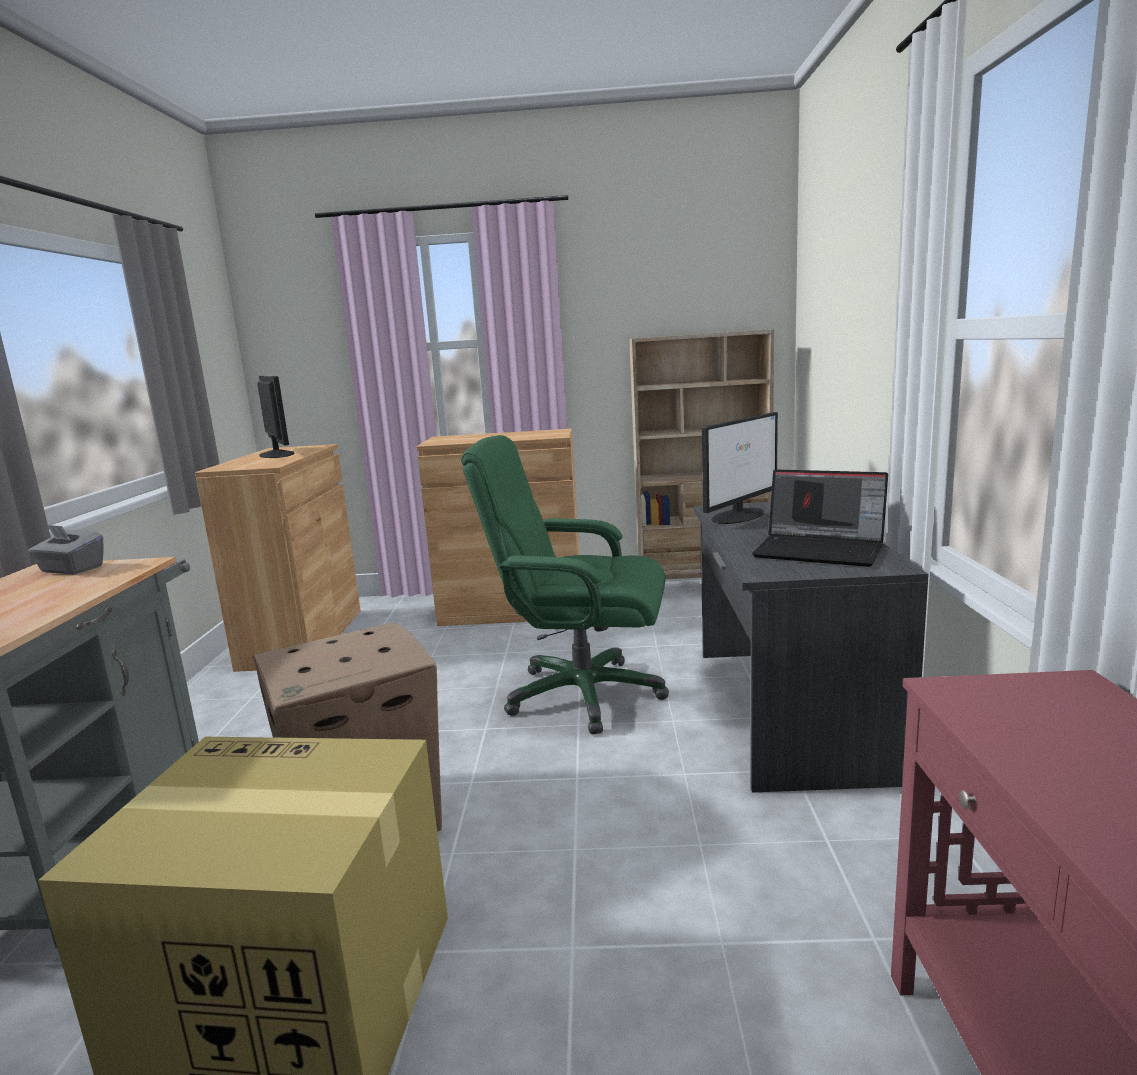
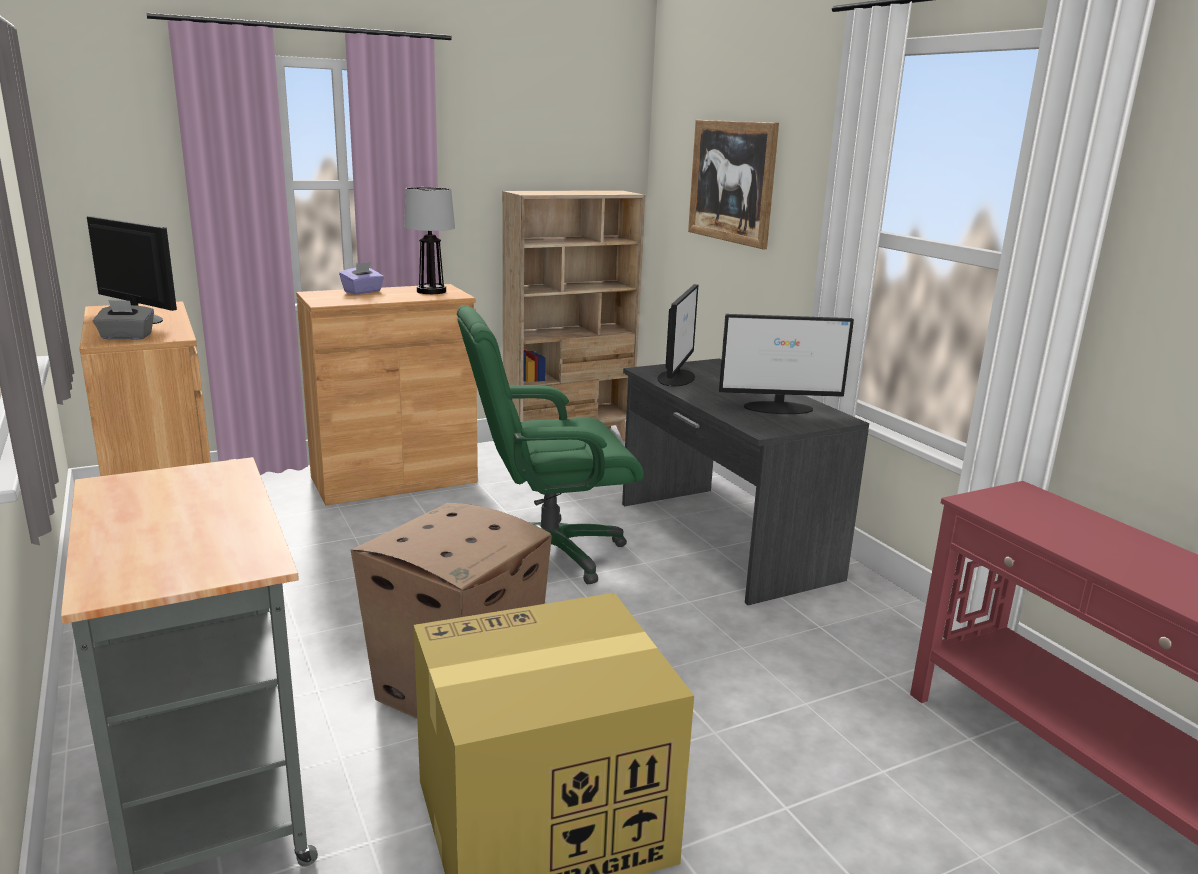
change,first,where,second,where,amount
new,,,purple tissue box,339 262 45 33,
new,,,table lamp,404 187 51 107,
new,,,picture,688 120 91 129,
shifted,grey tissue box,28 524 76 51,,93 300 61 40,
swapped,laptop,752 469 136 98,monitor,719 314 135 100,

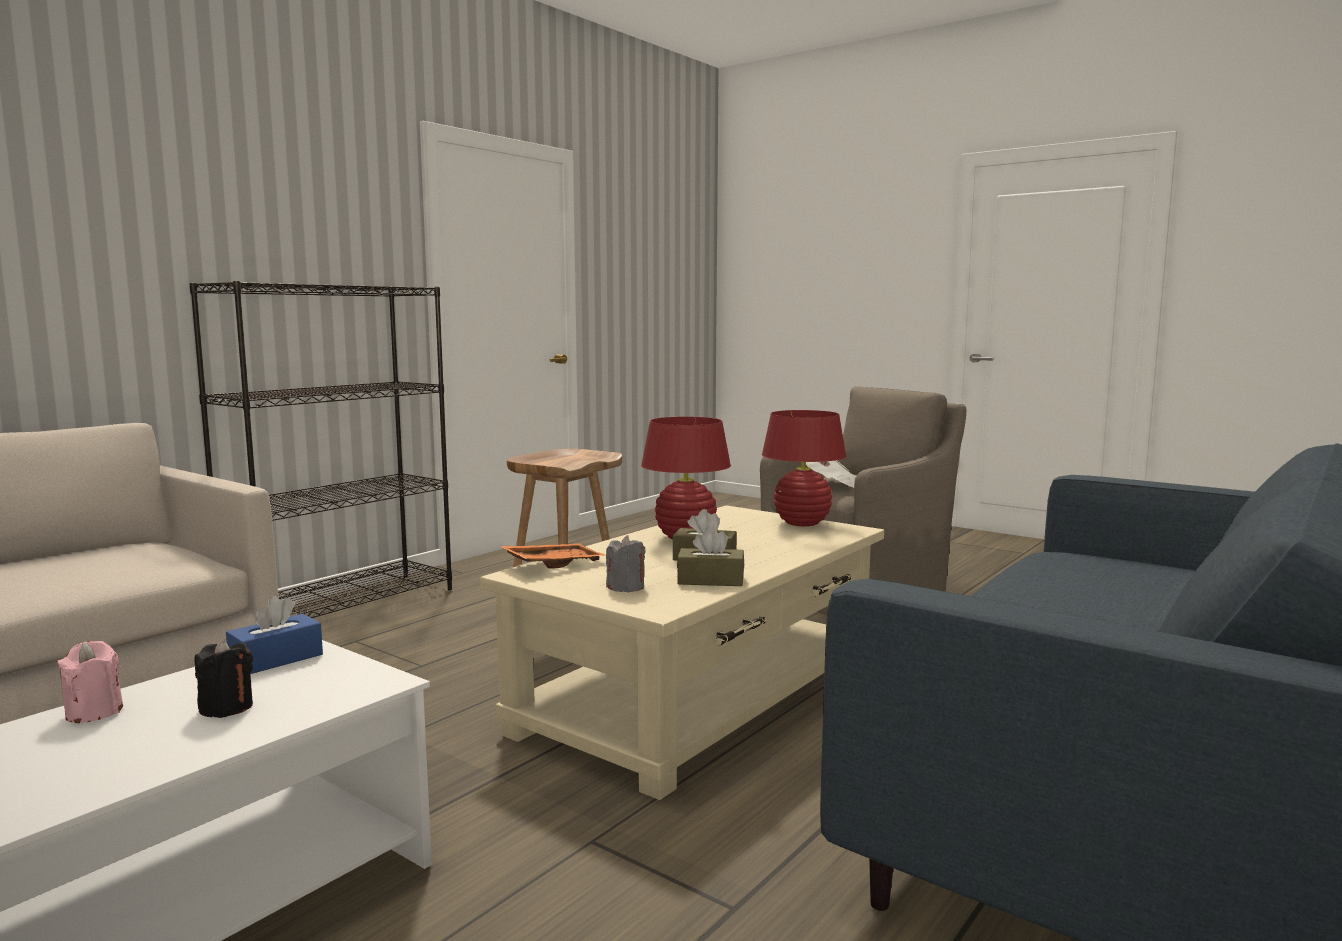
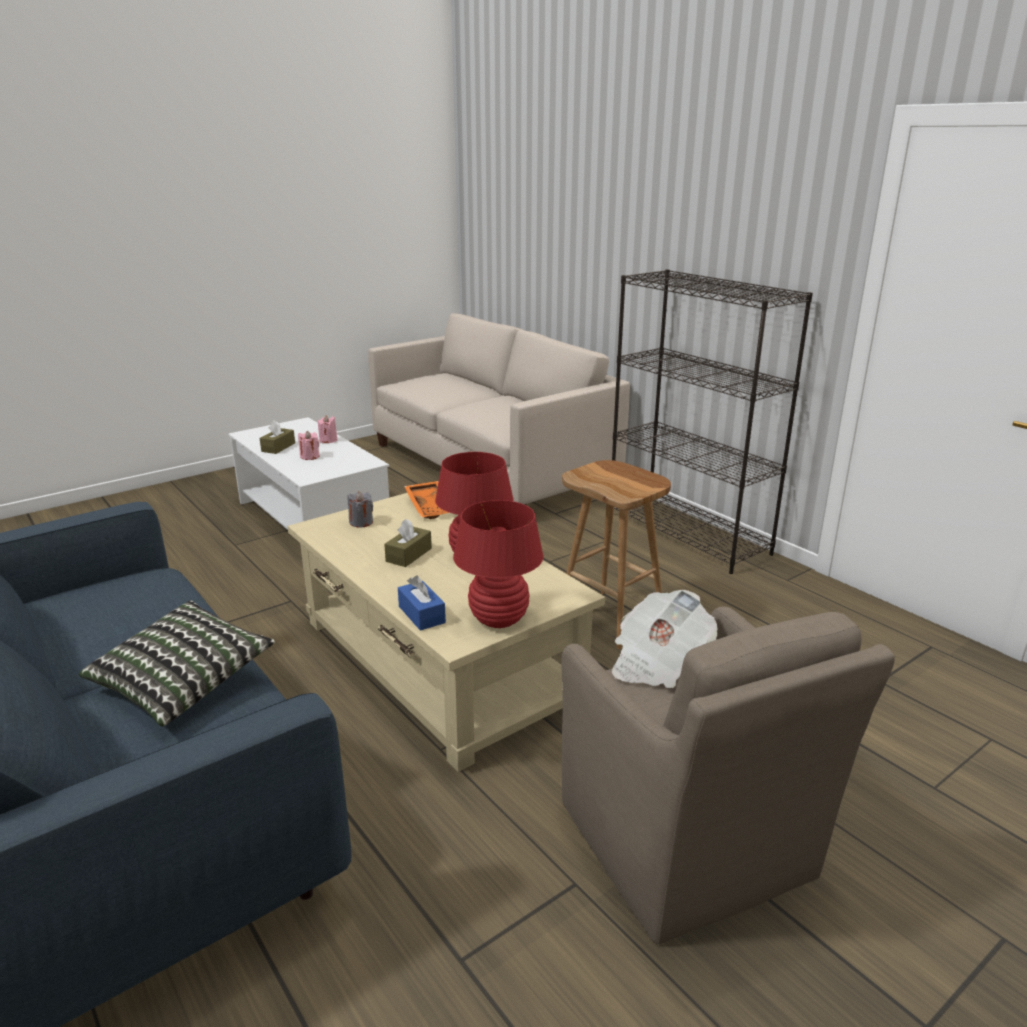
change,first,where,second,where,amount
new,,,pillow,79 600 196 126,
shifted,blue tissue box,226 596 97 78,,398 575 48 56,
shifted,brown tissue box,677 527 67 59,,260 420 35 34,
repainted,black candle,195 638 58 80,pink candle,298 431 21 29,

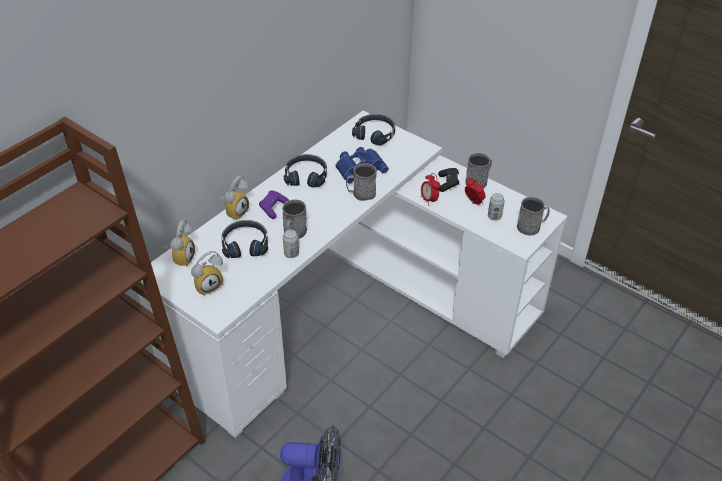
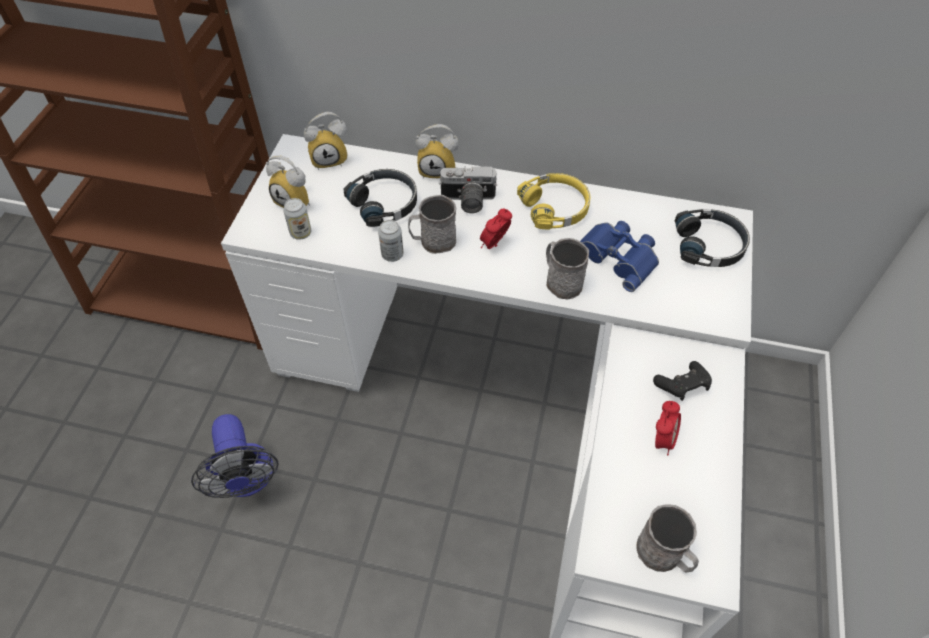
change,first,where,second,where,amount
gone,grey mug,465 153 27 35,,,
shifted,alarm clock,421 173 20 33,,480 209 32 40,
shifted,can,488 193 17 27,,283 198 28 42,
swapped,purple game controller,259 190 30 29,photo camera,439 166 58 48,
repainted,black headphones,284 154 43 33,yellow headphones,517 173 74 57,

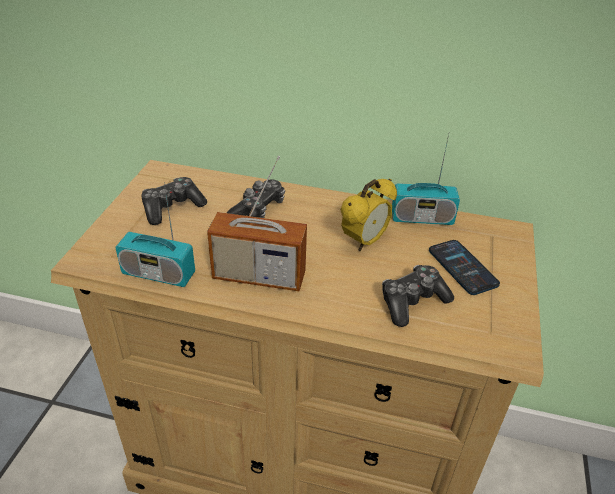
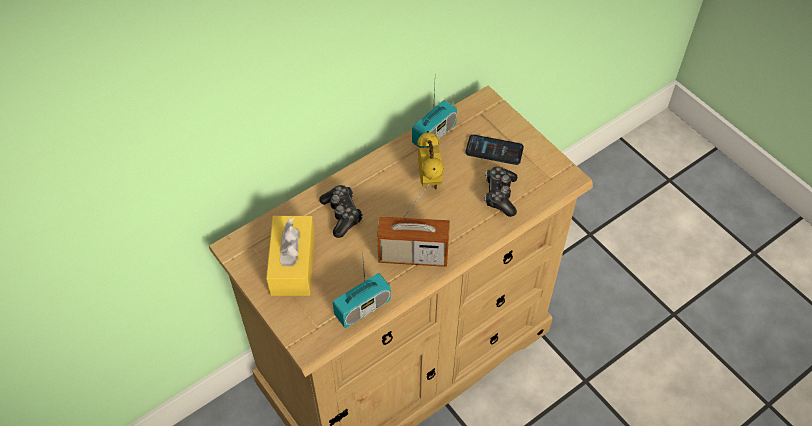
change,first,where,second,where,amount
swapped,game controller,141 177 66 48,yellow tissue box,266 216 49 80,
rotated,radio,207 156 100 135,,377 183 73 84,45 degrees clockwise

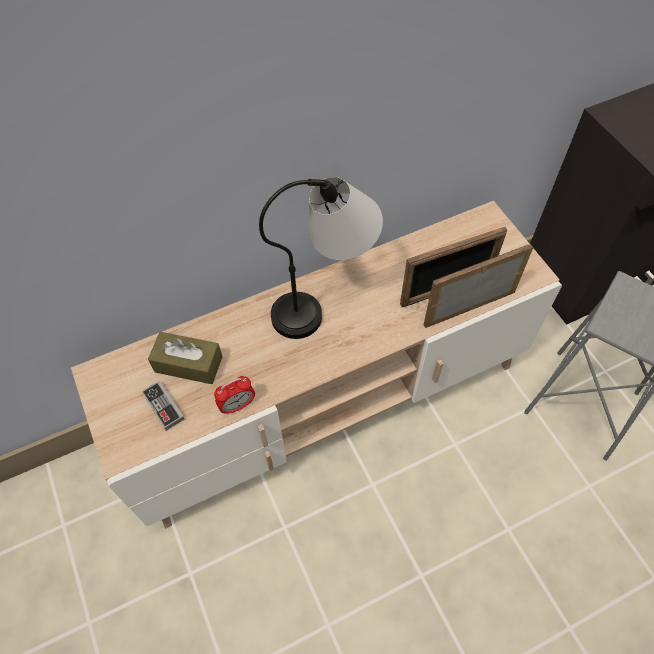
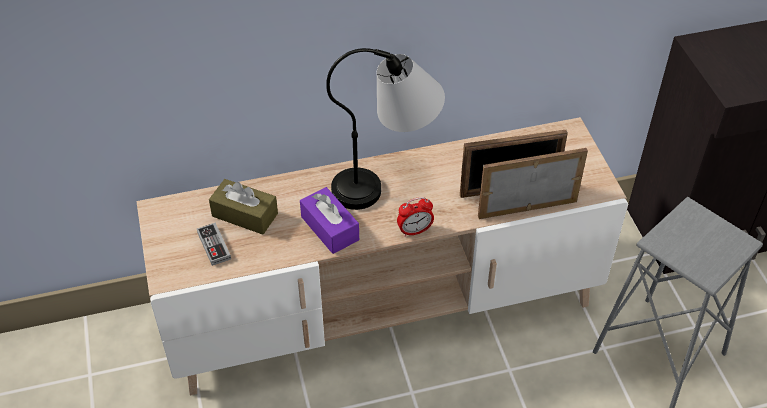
change,first,where,second,where,amount
new,,,purple tissue box,300 187 59 67,
shifted,alarm clock,214 376 41 39,,397 197 37 40,

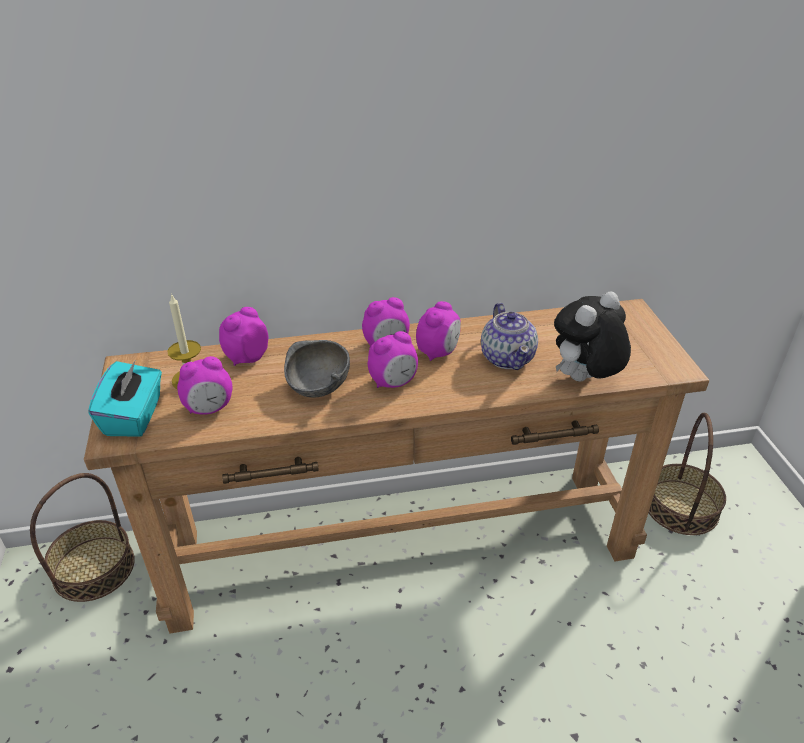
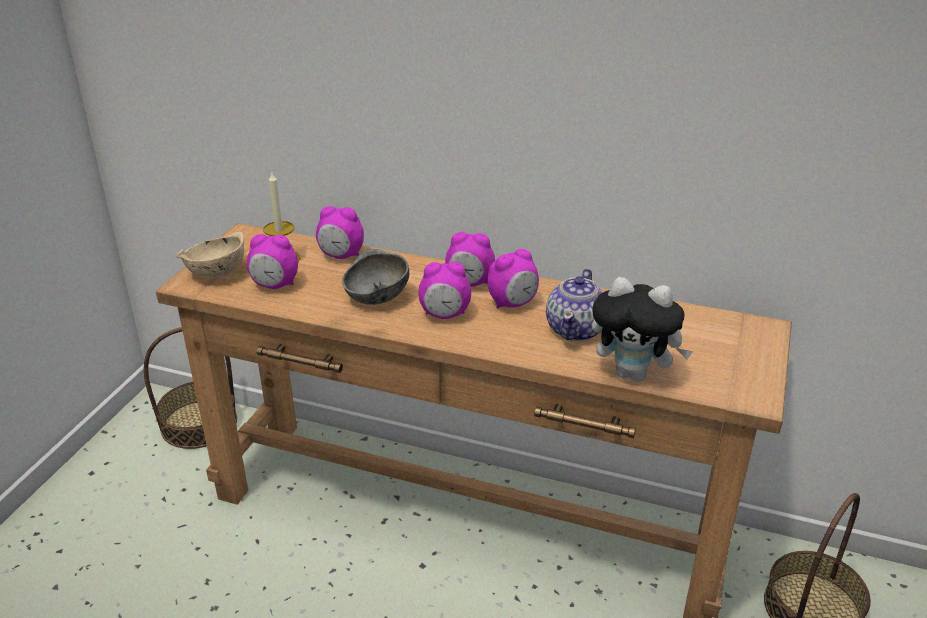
change,first,where,second,where,amount
swapped,turquoise tissue box,88 361 74 76,beige bowl,177 231 67 47,
rotated,alarm clock,219 307 49 59,,316 206 48 53,150 degrees counterclockwise
rotated,plush toy,554 291 77 90,,592 277 101 105,150 degrees counterclockwise

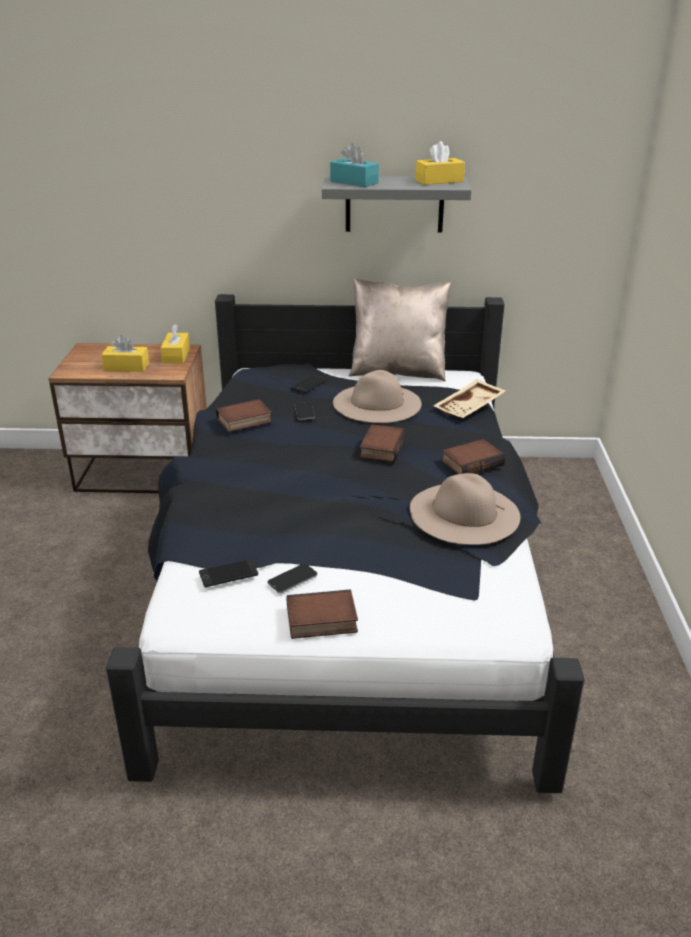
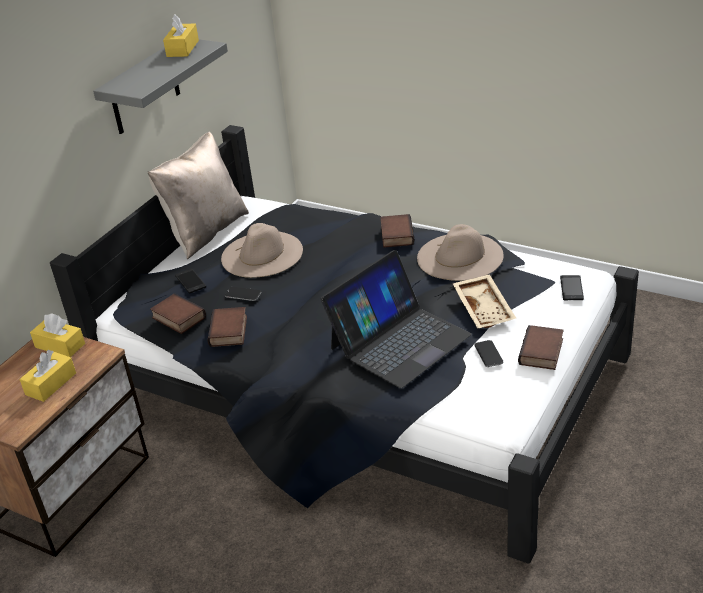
change,first,where,second,where,amount
gone,turquoise tissue box,330 143 49 44,,,
new,,,laptop,321 250 150 138,
shifted,phone,199 559 59 28,,560 275 24 25,
shifted,book,360 424 46 39,,150 293 56 41,
shifted,beige tray,434 379 72 39,,453 274 63 55,

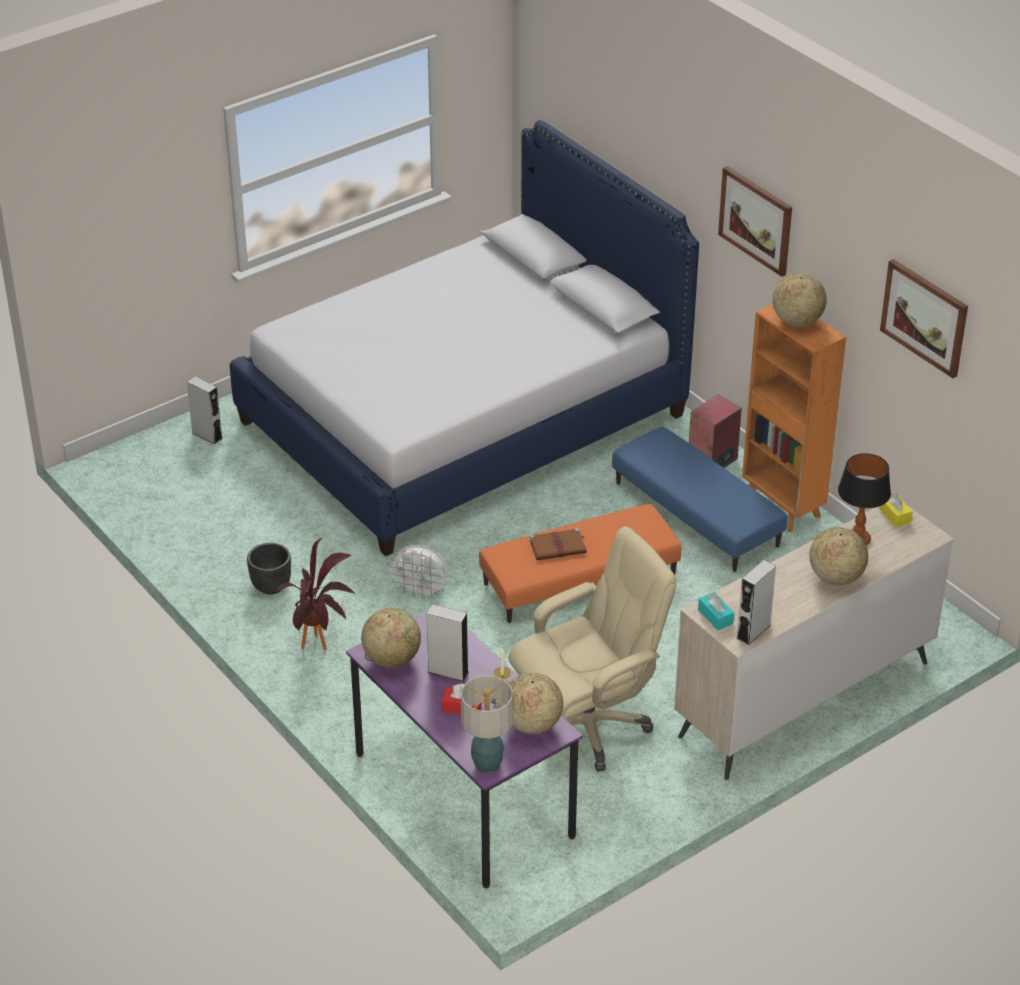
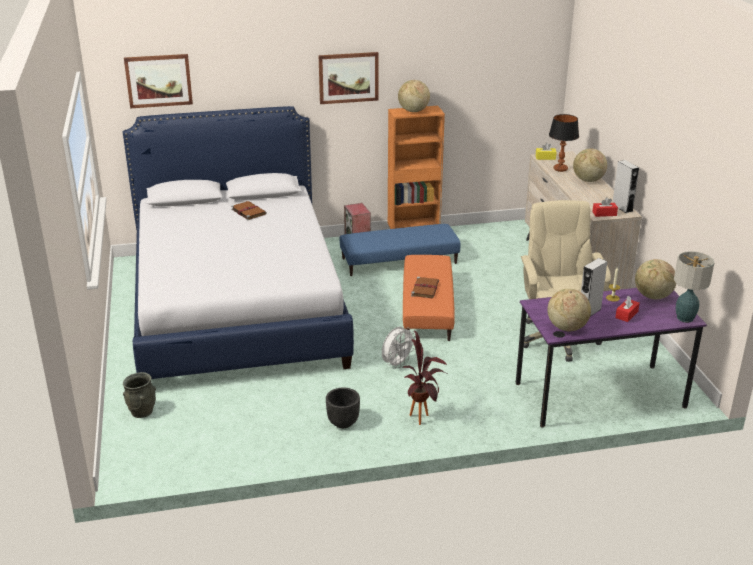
change,first,where,second,where,amount
new,,,brown book,231 201 35 19,
shifted,picture,880 259 88 119,,124 54 69 54,
swapped,grey speaker,187 376 36 68,grey vase,123 372 33 46,
repainted,turquoise tissue box,698 592 36 38,red tissue box,592 197 26 20,

